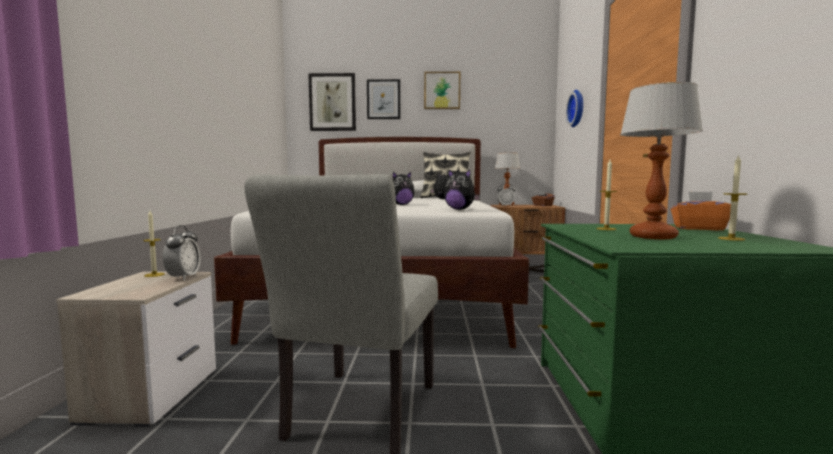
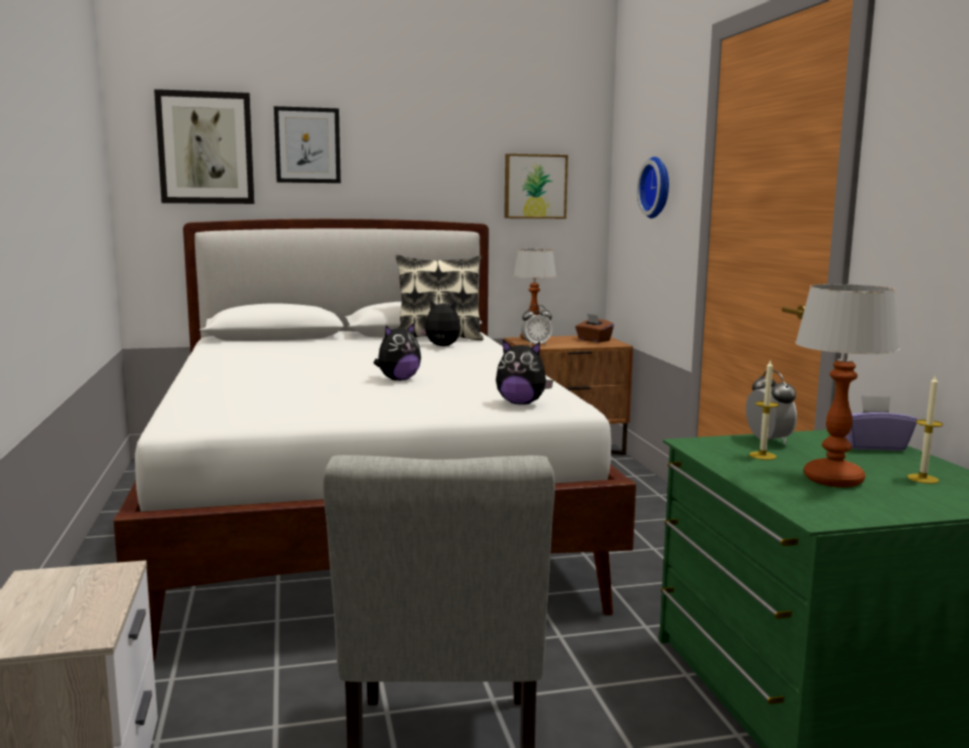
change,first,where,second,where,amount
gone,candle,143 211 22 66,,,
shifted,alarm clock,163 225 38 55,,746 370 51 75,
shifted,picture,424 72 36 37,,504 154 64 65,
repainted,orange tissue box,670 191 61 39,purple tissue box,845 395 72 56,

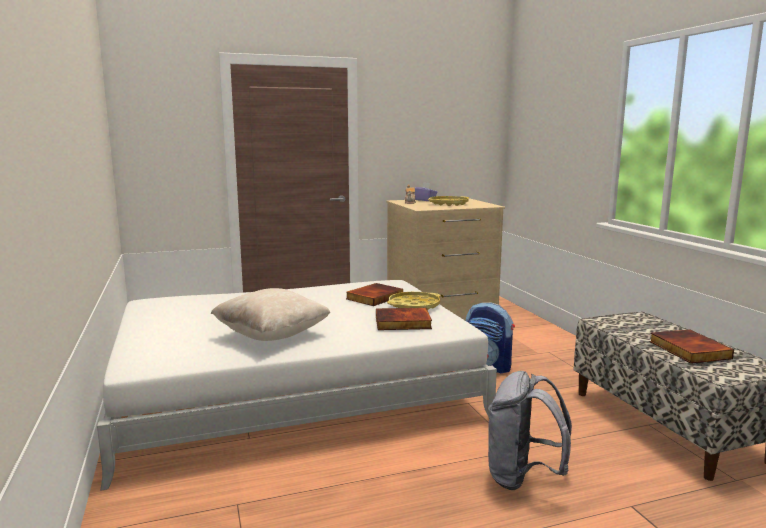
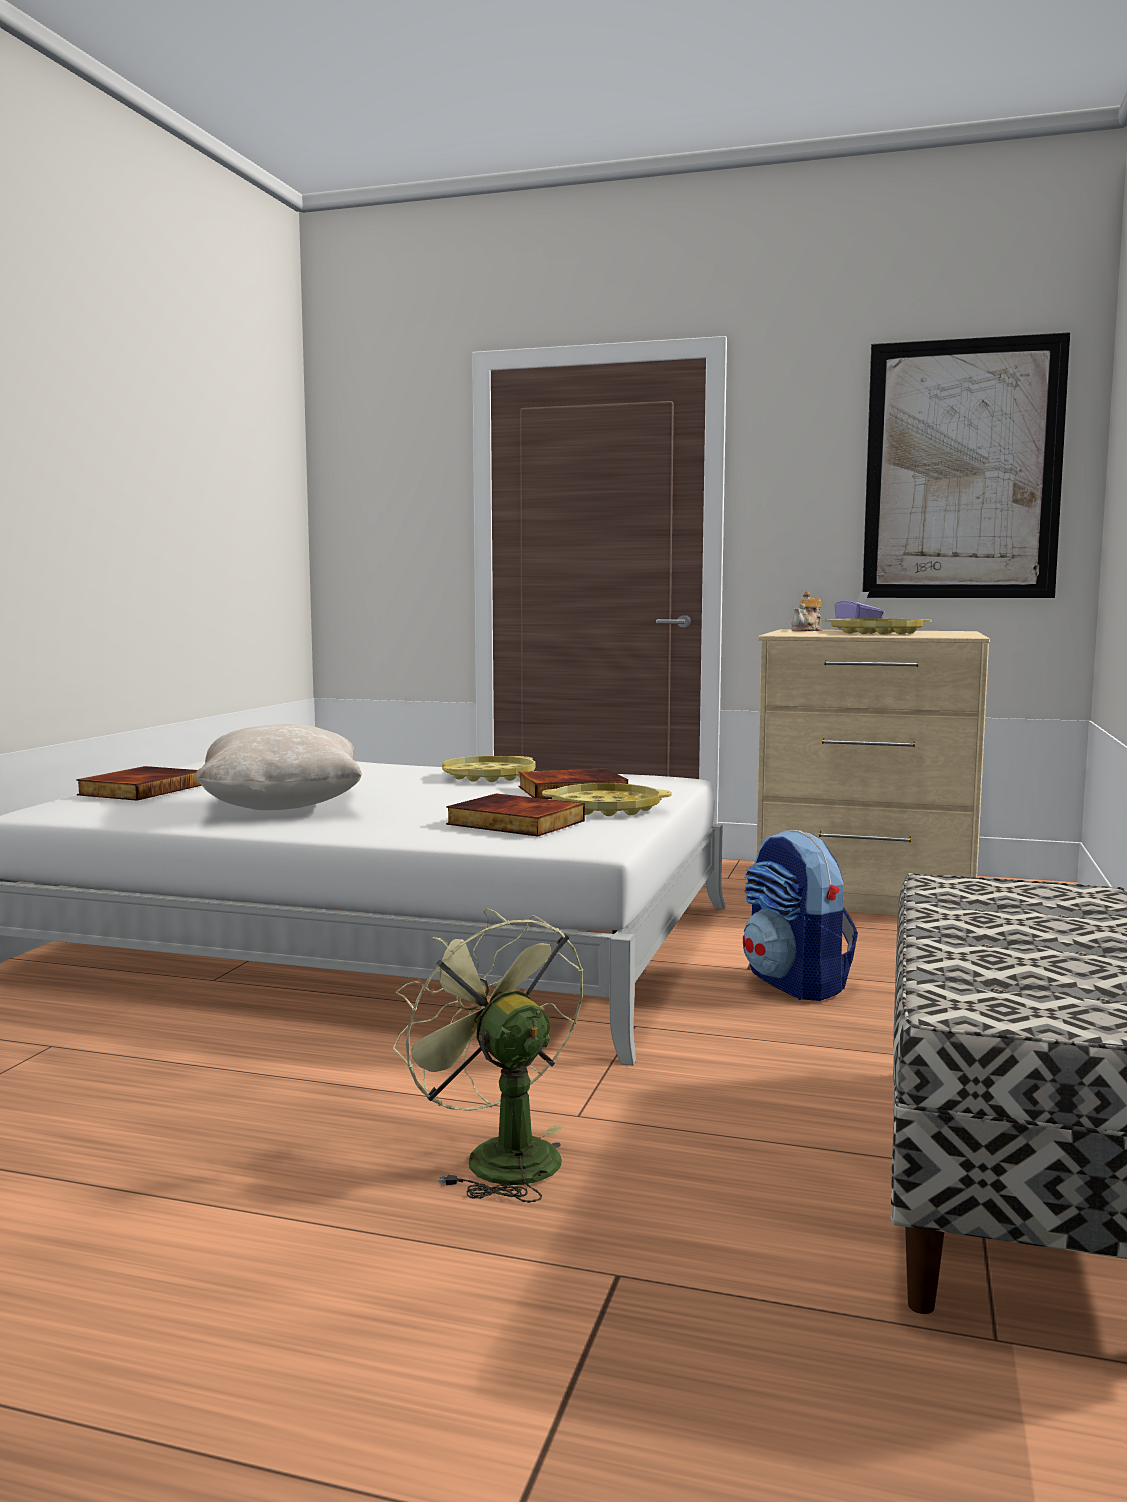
change,first,where,second,where,amount
new,,,yellow tray,442 756 93 26,
new,,,picture,863 332 207 266,
shifted,book,650 330 84 33,,76 766 126 35,
swapped,grey backpack,488 371 84 119,green fan,393 908 190 295,

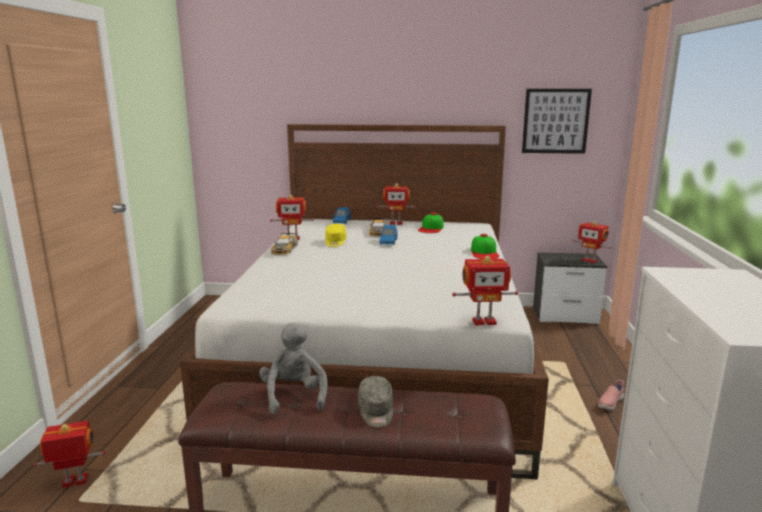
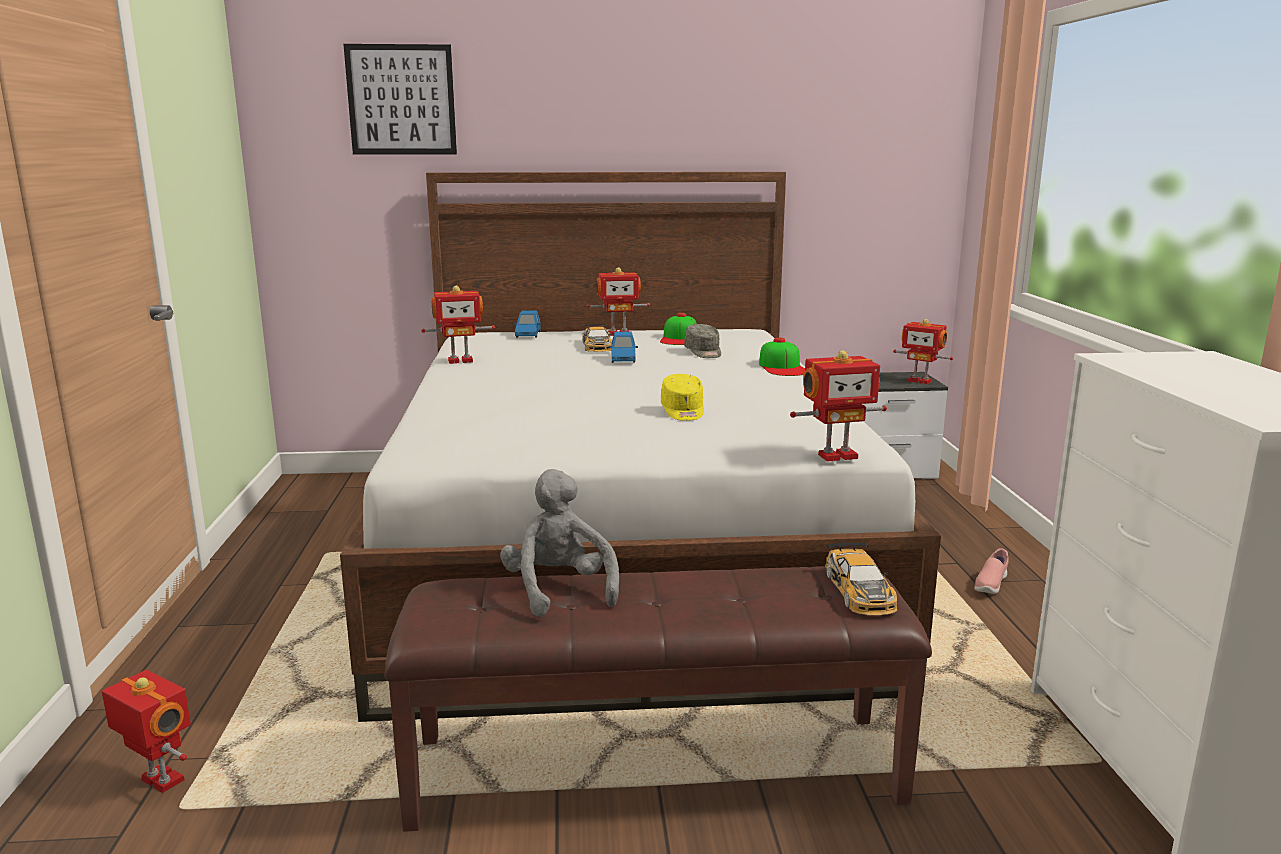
change,first,where,second,where,amount
shifted,toy car,271 233 27 22,,825 543 72 72,
shifted,yellow cap,325 224 21 23,,661 374 43 47,
shifted,grey cap,358 376 35 51,,684 324 37 34,
shifted,picture,522 89 70 65,,343 44 114 111,
rotated,toy robot,34 421 72 67,,102 670 89 123,60 degrees clockwise

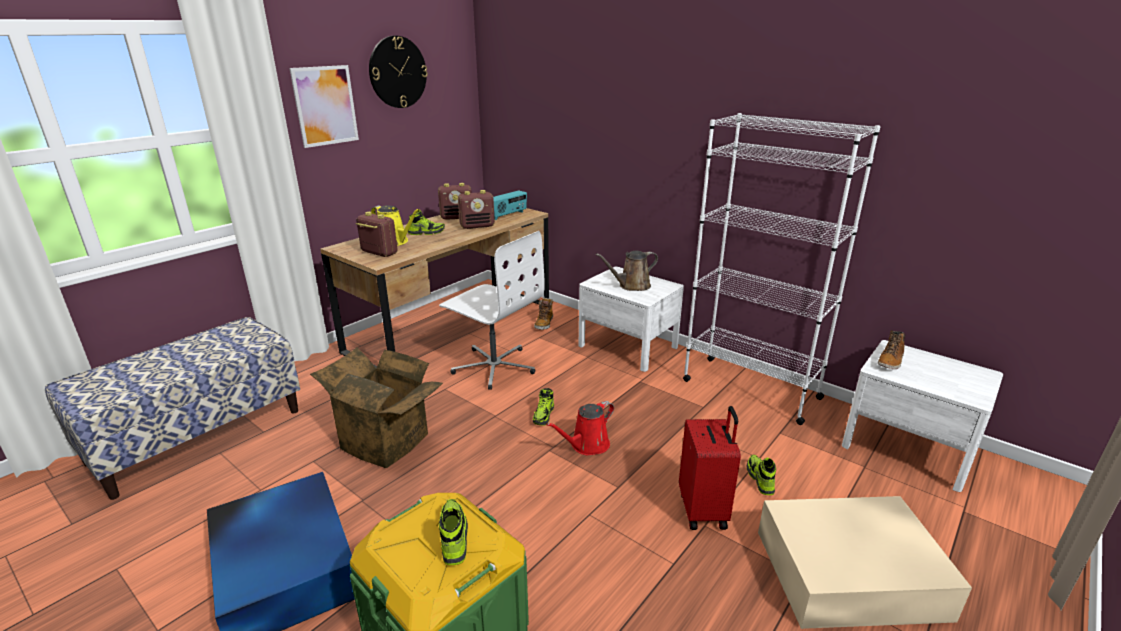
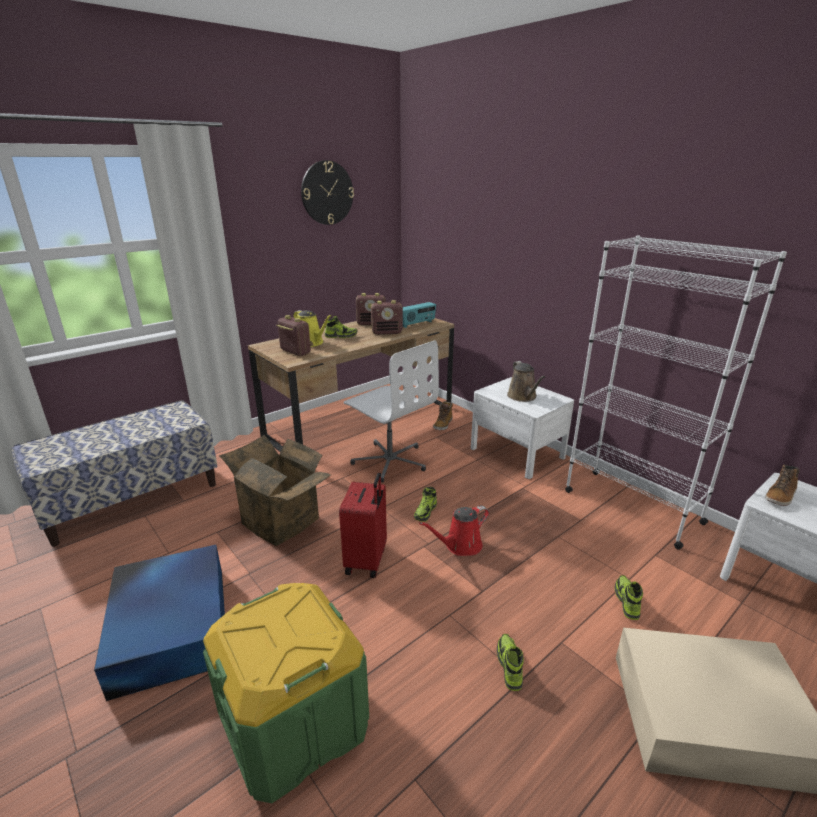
change,first,where,second,where,amount
gone,picture,289 65 70 83,,,
shifted,shoe,439 499 29 66,,497 634 27 57,
shifted,red suitcase,679 406 62 124,,339 473 48 105,
rotated,brown watering can,596 251 62 40,,507 361 38 41,90 degrees counterclockwise

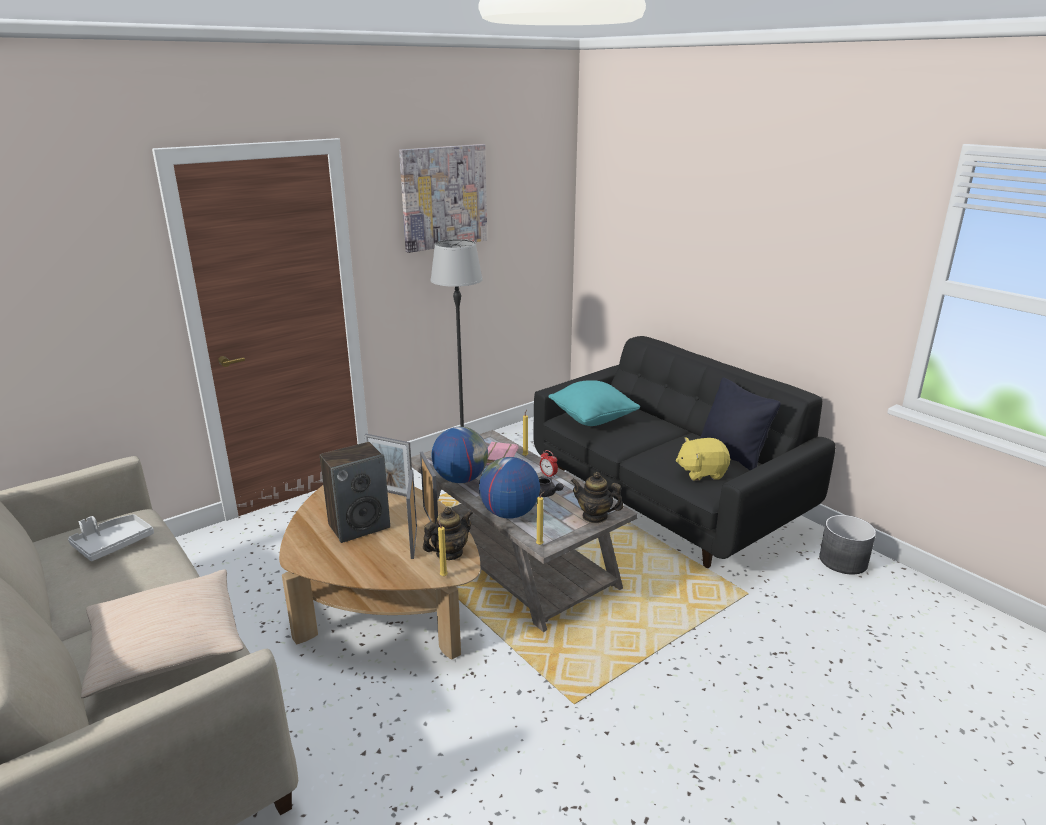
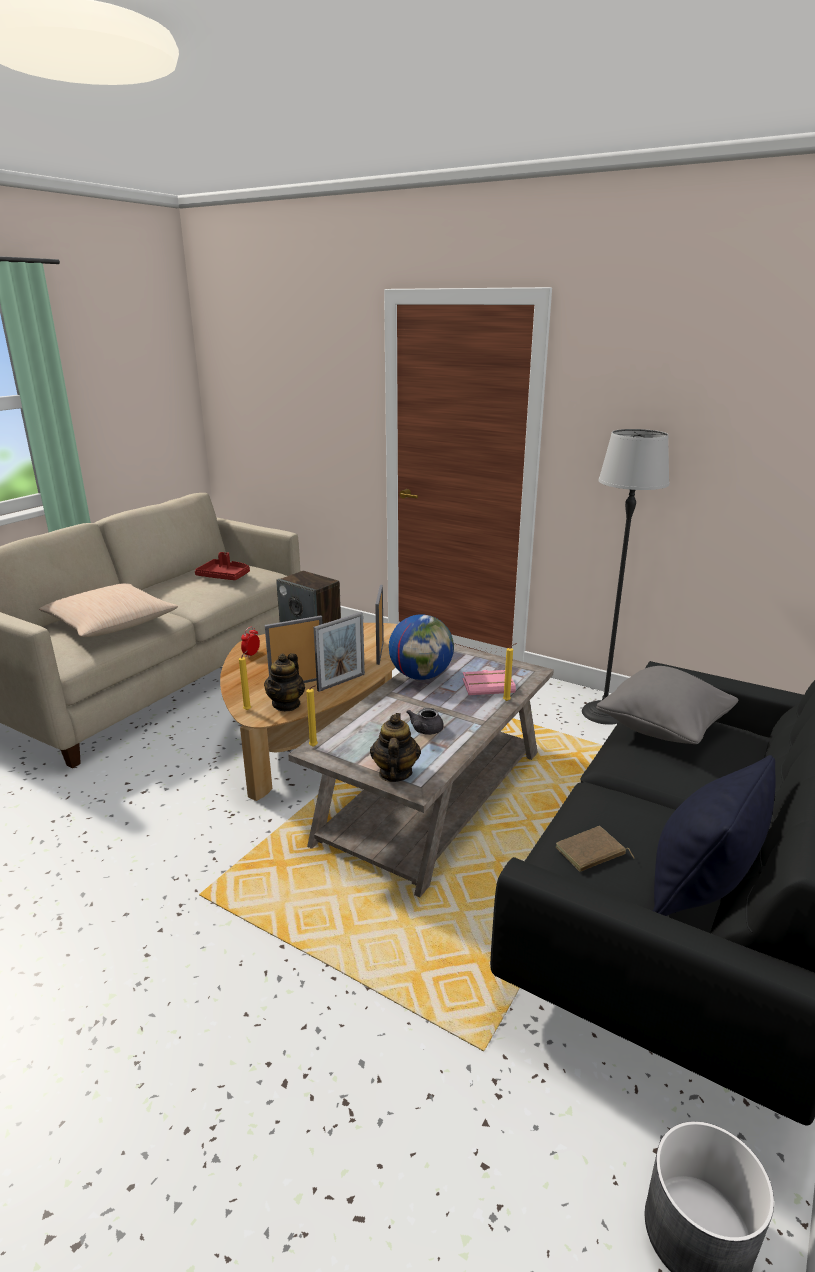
change,first,where,second,where,amount
gone,picture,399 144 88 109,,,
gone,globe,479 457 61 62,,,
shifted,alarm clock,540 450 18 28,,241 627 19 31,
swapped,yellow plush toy,676 437 54 44,brown book,556 826 79 46,
repainted,grey tray,68 514 86 47,red tray,195 552 55 28,
repainted,turquoise pillow,548 380 92 46,grey pillow,596 666 142 78,
rotated,teapot,423 507 50 53,,264 653 41 58,75 degrees clockwise

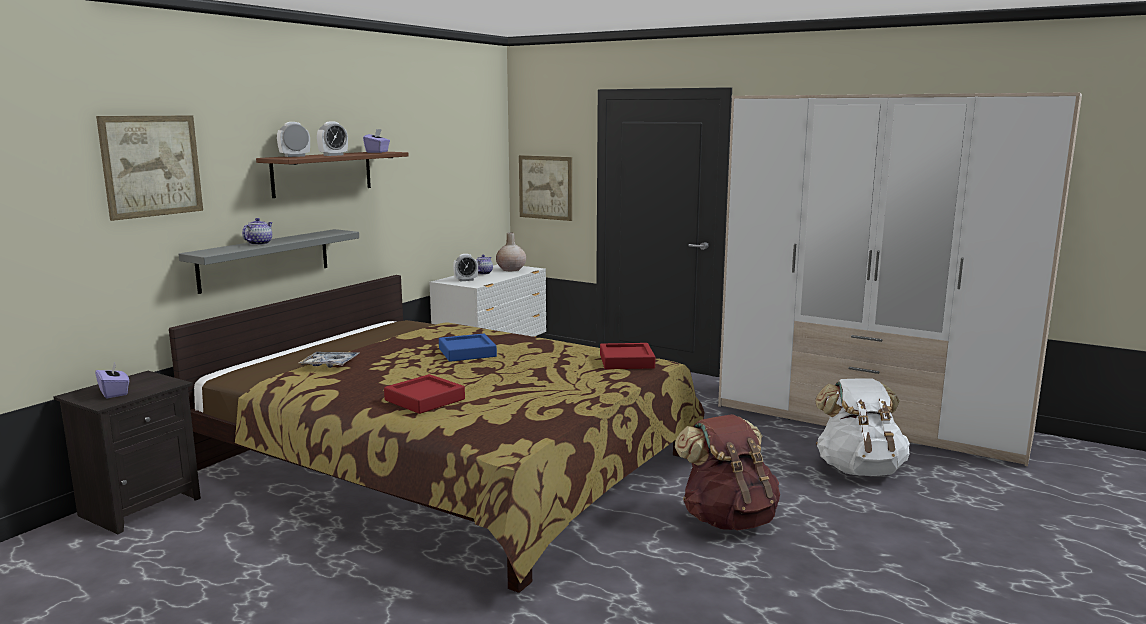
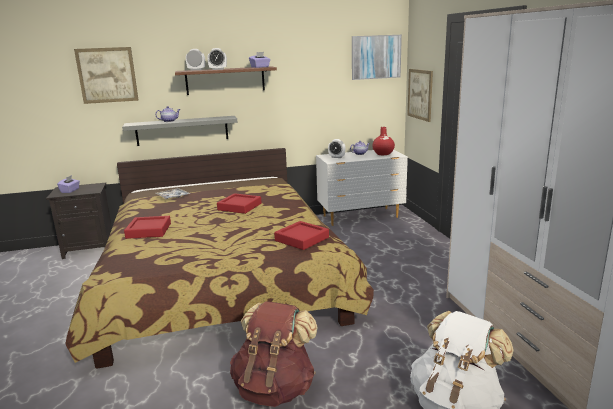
change,first,where,second,where,amount
new,,,picture,352 35 50 45,
repainted,blue tray,439 334 58 28,red tray,217 193 45 21,
repainted,beige vase,496 232 30 39,red vase,372 127 23 28,

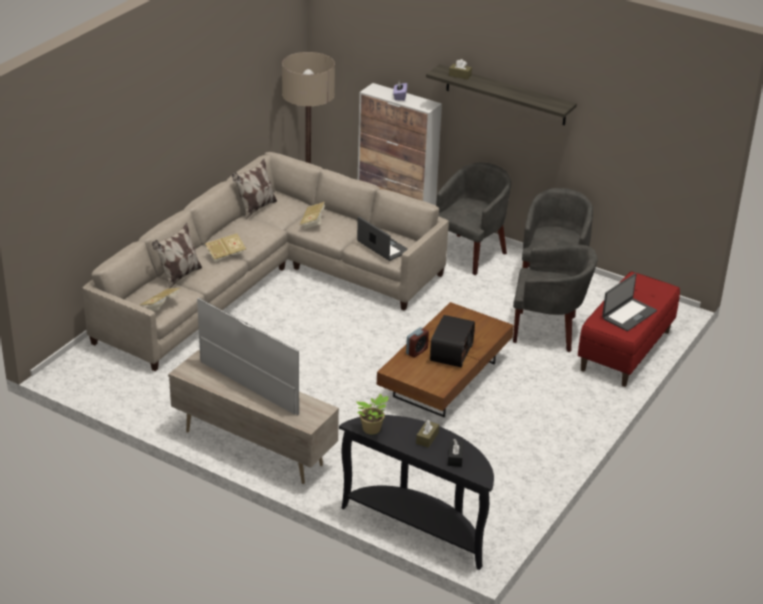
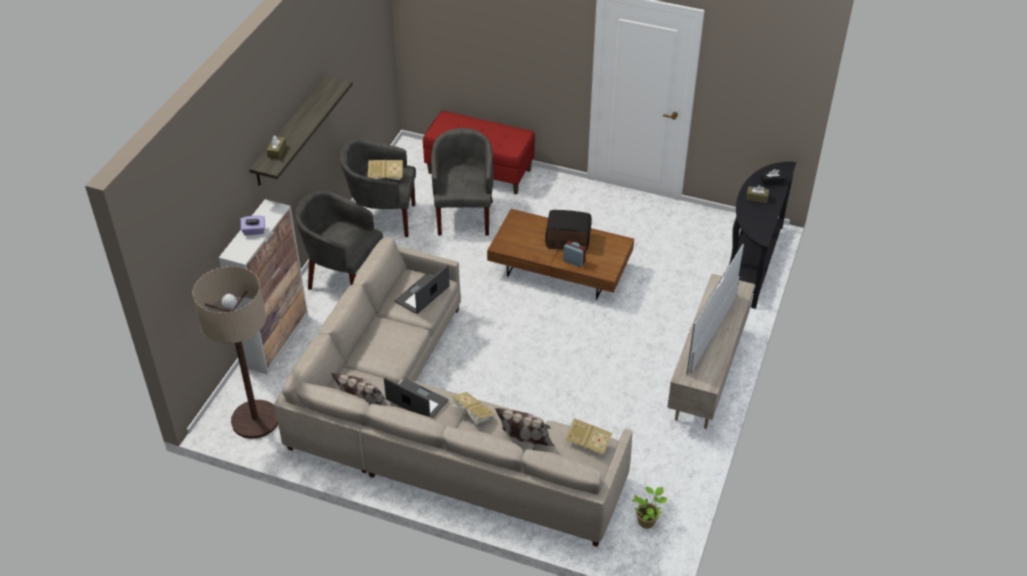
change,first,where,second,where,amount
shifted,book,300 202 25 27,,368 160 35 20,
shifted,potted plant,356 394 33 40,,632 487 35 42,
shifted,laptop,602 273 55 58,,384 377 65 42,

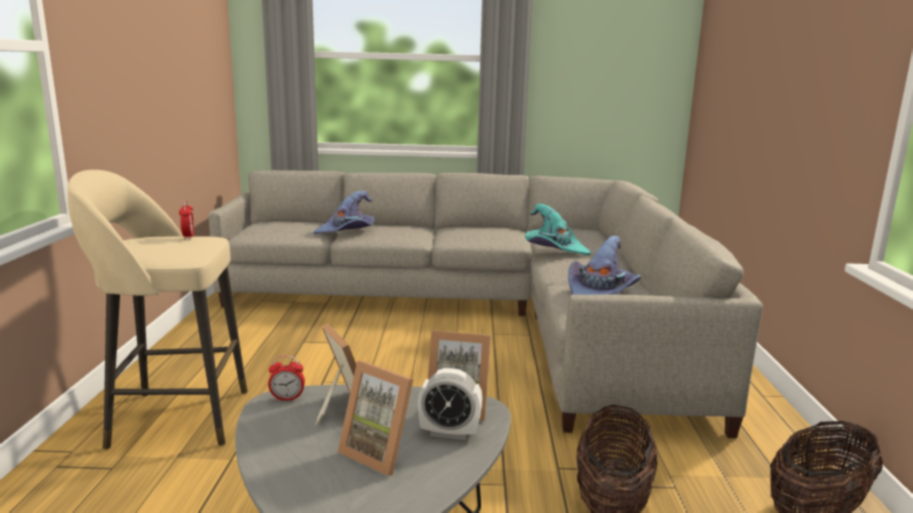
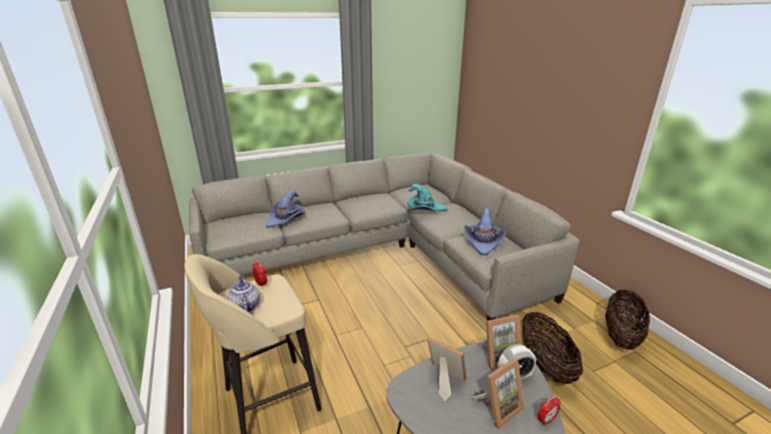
change,first,where,second,where,amount
new,,,teapot,227 276 33 36,
shifted,alarm clock,268 356 37 45,,538 396 23 30,
rotated,picture frame,338 361 75 115,,473 358 52 71,45 degrees counterclockwise

